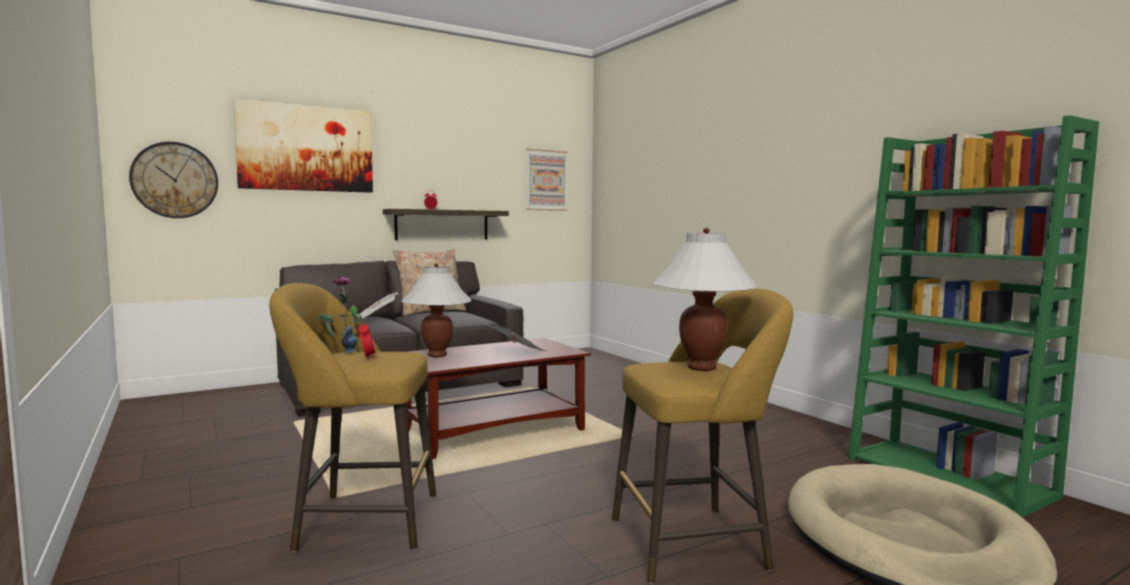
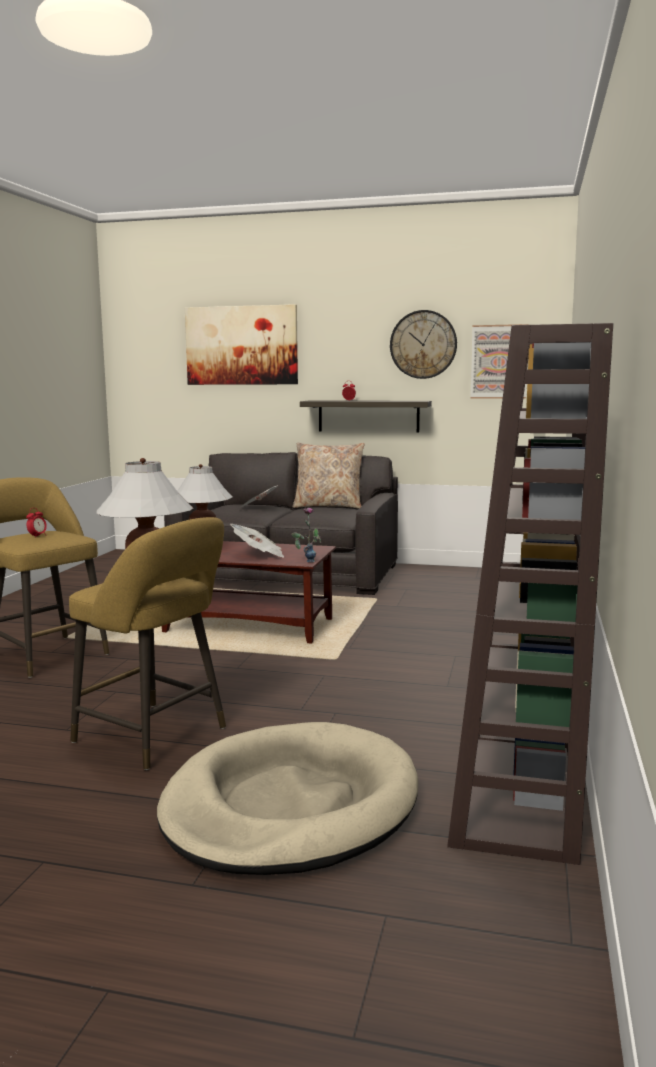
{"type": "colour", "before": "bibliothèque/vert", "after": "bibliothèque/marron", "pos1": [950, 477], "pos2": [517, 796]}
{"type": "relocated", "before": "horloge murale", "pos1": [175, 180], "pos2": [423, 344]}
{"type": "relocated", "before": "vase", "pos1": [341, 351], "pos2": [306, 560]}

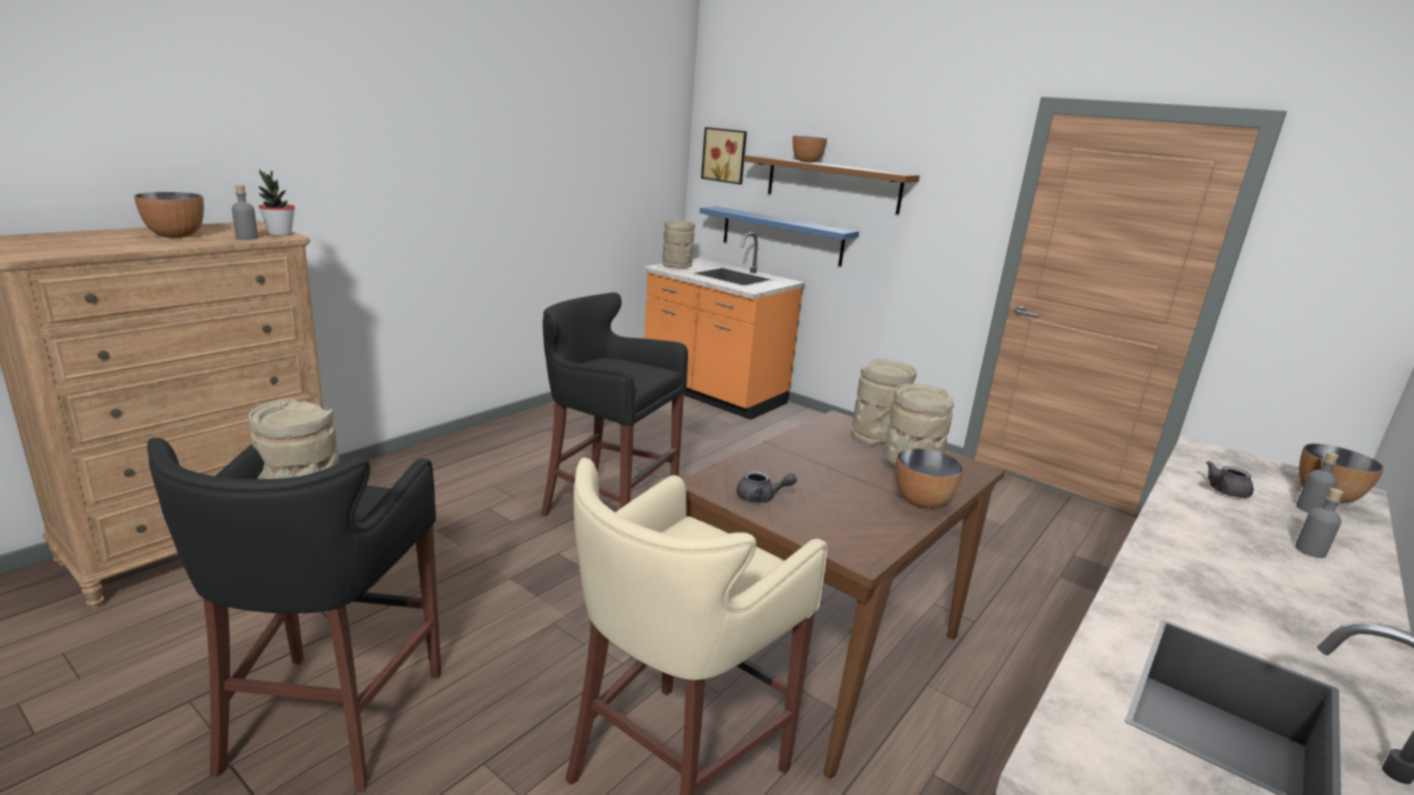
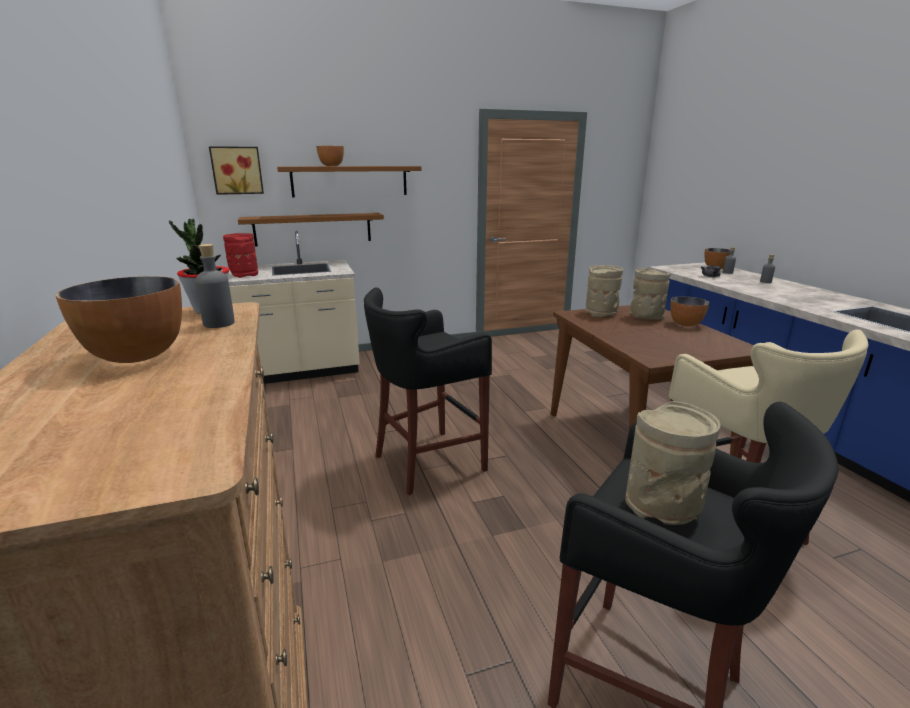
{"type": "colour", "before": "étagère/bleu", "after": "étagère/marron", "pos1": [781, 235], "pos2": [313, 229]}
{"type": "colour", "before": "vase/beige", "after": "vase/rouge", "pos1": [677, 266], "pos2": [244, 274]}
{"type": "colour", "before": "comptoir de cuisine/orange", "after": "comptoir de cuisine/beige", "pos1": [712, 395], "pos2": [302, 371]}
{"type": "missing", "before": "théière/gris", "pos1": [761, 498]}

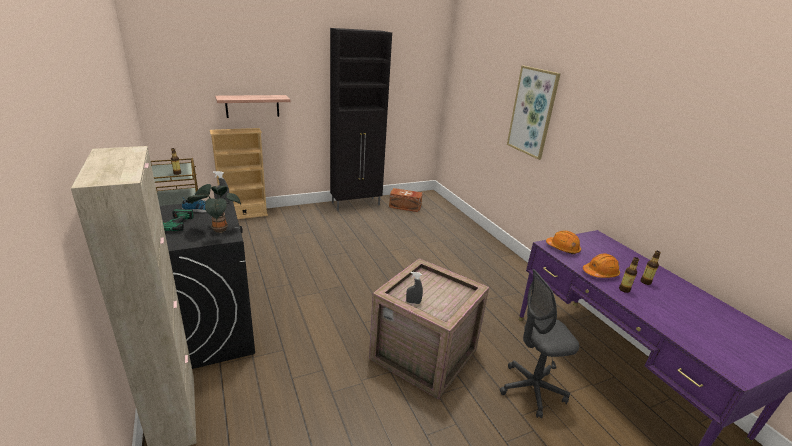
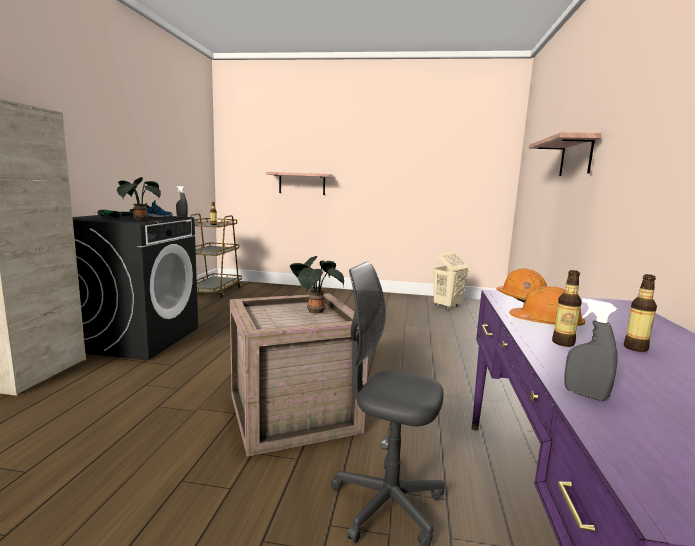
{"type": "missing", "before": "meuble de rangement/noir", "pos1": [356, 204]}
{"type": "exchanged", "before": "tableau", "after": "étagère", "pos1": [532, 112], "pos2": [576, 157]}
{"type": "missing", "before": "bibliothèque/beige", "pos1": [244, 215]}
{"type": "exchanged", "before": "boîte de rangement/marron", "after": "panier à linge/beige", "pos1": [405, 207], "pos2": [447, 306]}
{"type": "relocated", "before": "vaporisateur/gris", "pos1": [413, 302], "pos2": [585, 395]}
{"type": "appeared", "after": "plante en pot", "pos2": [314, 311]}

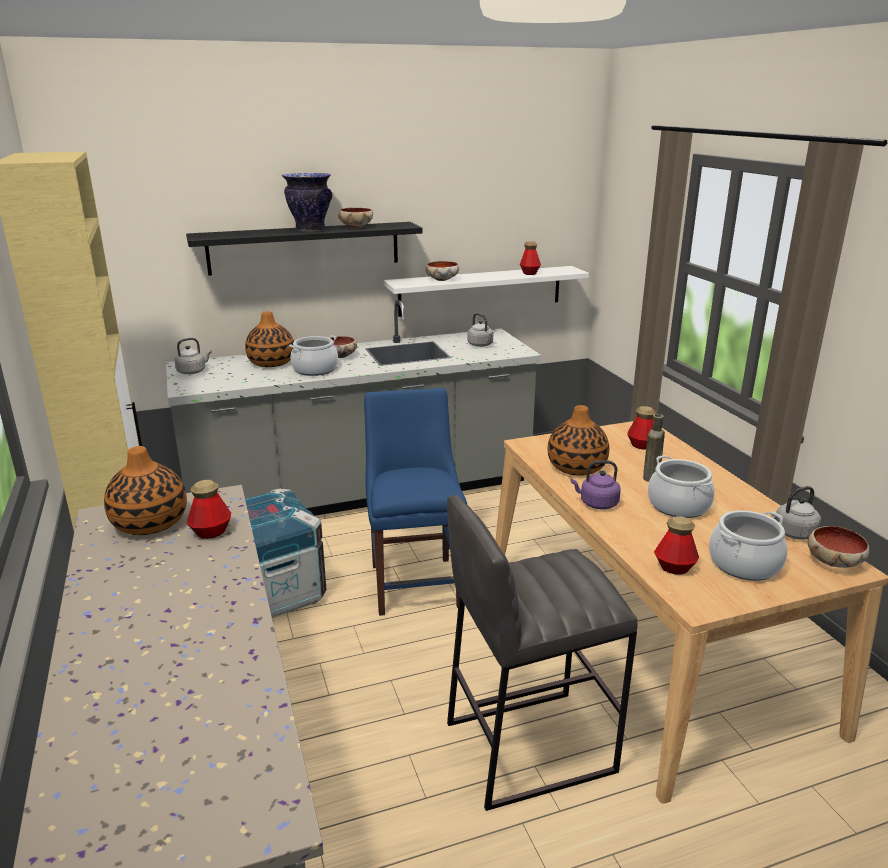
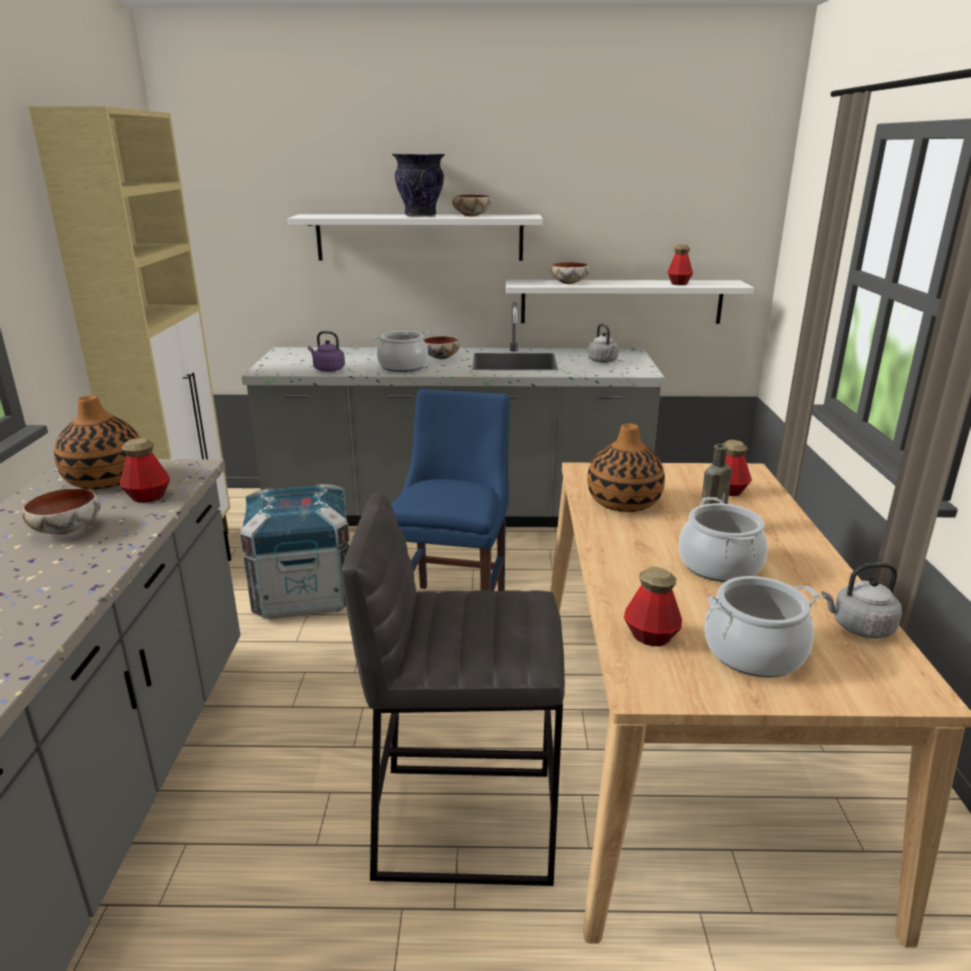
{"type": "colour", "before": "étagère/noir", "after": "étagère/blanc", "pos1": [304, 248], "pos2": [419, 237]}
{"type": "missing", "before": "vase", "pos1": [271, 363]}
{"type": "missing", "before": "bouilloire/gris", "pos1": [193, 371]}
{"type": "relocated", "before": "bouilloire/violet", "pos1": [596, 503], "pos2": [327, 369]}
{"type": "relocated", "before": "bol", "pos1": [833, 561], "pos2": [68, 529]}

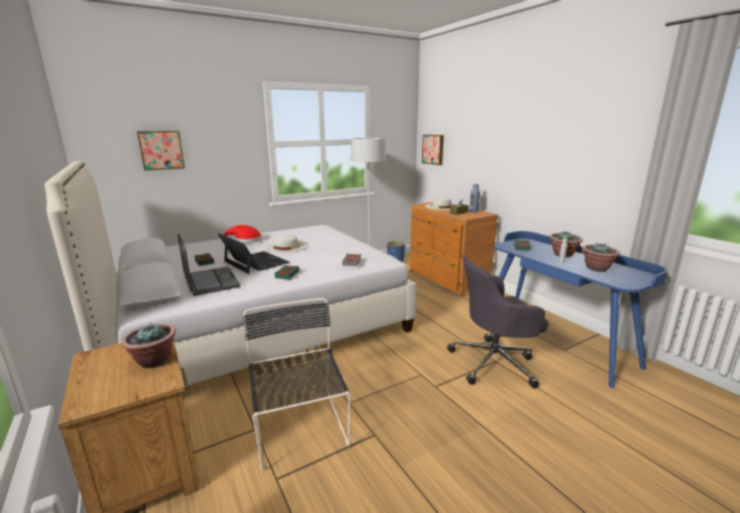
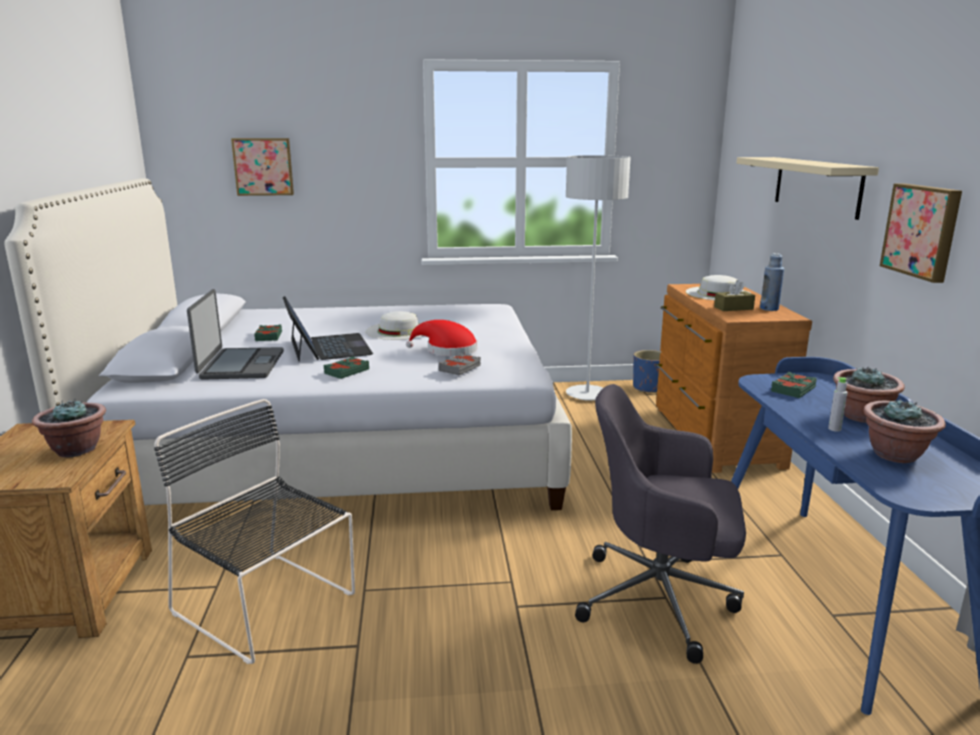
{"type": "relocated", "before": "tableau", "pos1": [433, 149], "pos2": [922, 231]}
{"type": "relocated", "before": "chapeau/rouge", "pos1": [245, 240], "pos2": [447, 350]}
{"type": "spun", "before": "chaise/noir", "pos1": [300, 430], "pos2": [268, 606], "turn": -60}
{"type": "appeared", "after": "étagère/beige", "pos2": [816, 185]}

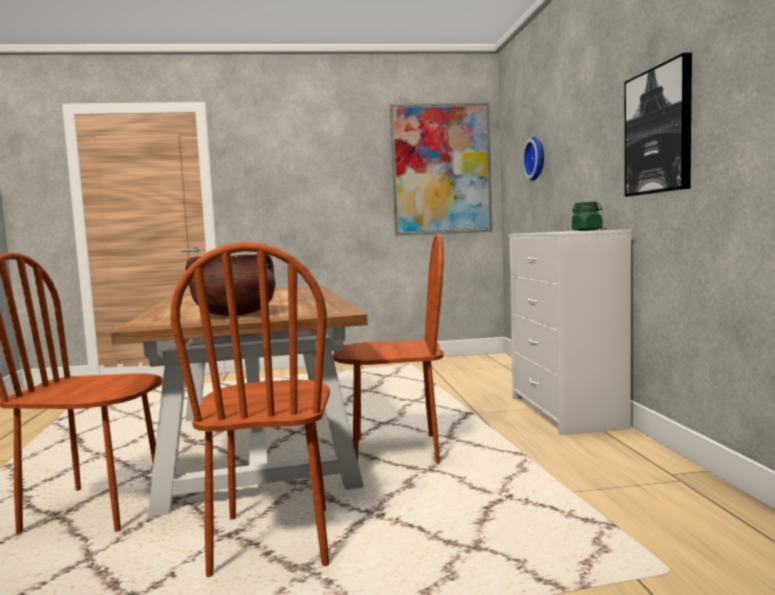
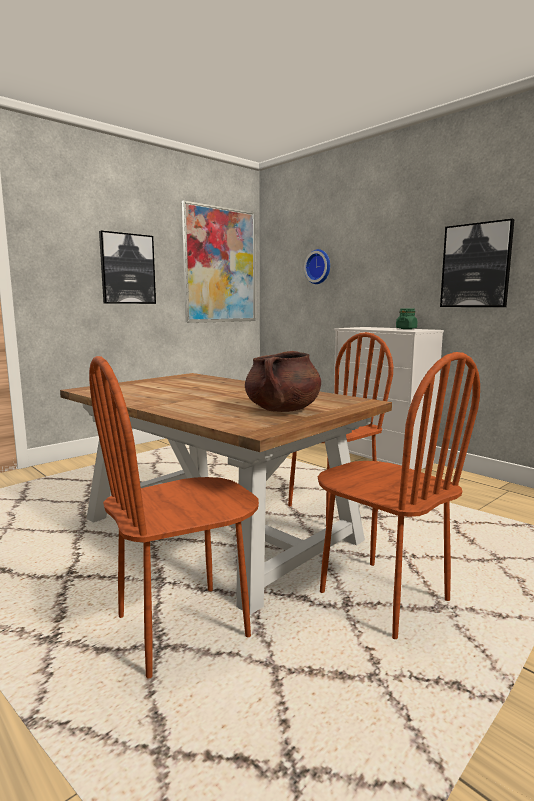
{"type": "appeared", "after": "tableau", "pos2": [127, 269]}

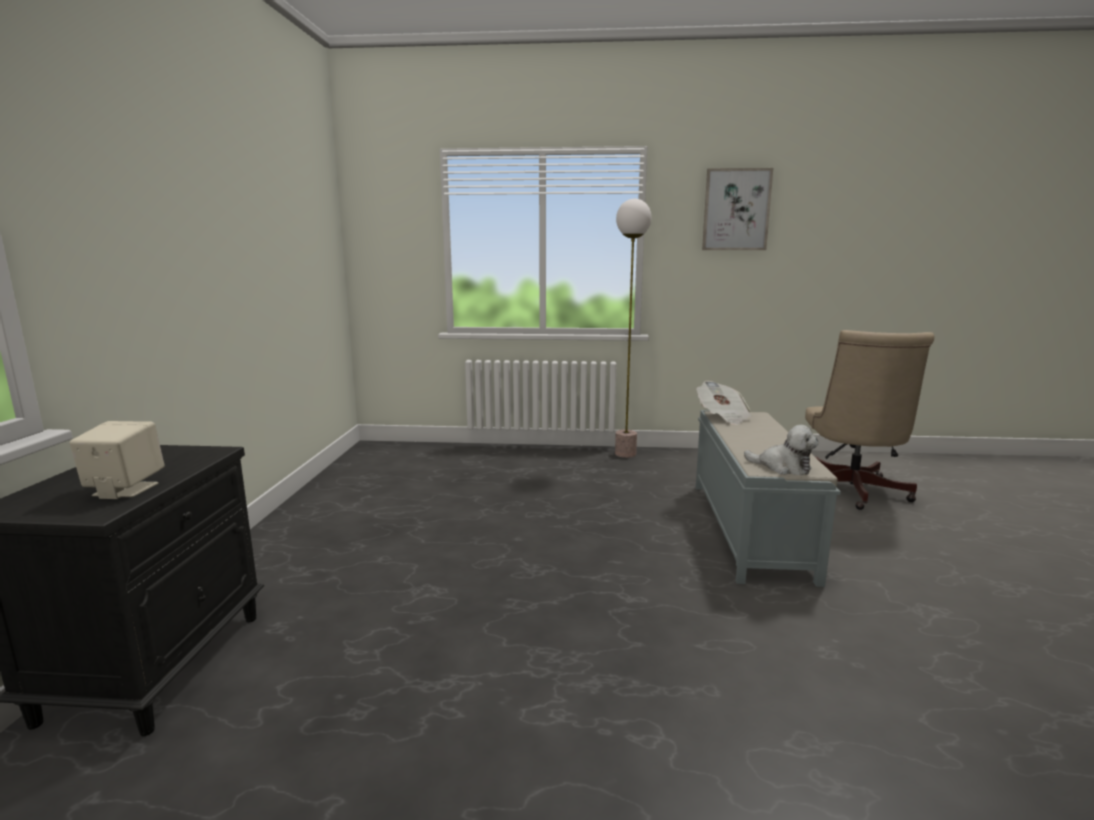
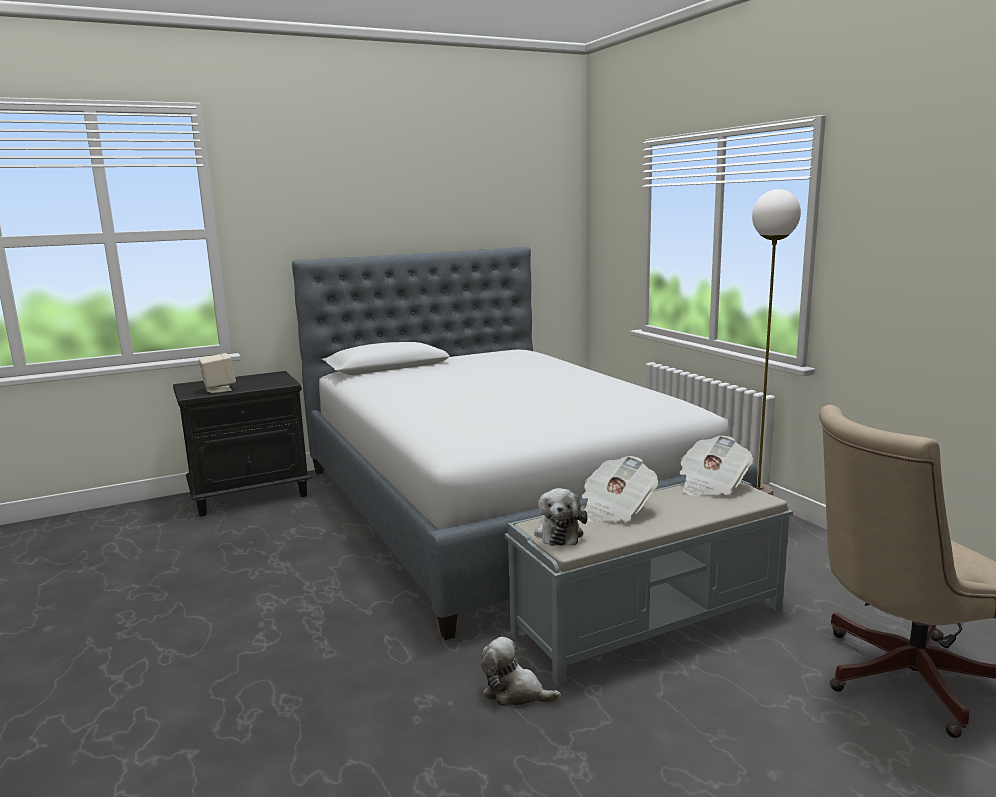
{"type": "missing", "before": "tableau", "pos1": [736, 210]}
{"type": "appeared", "after": "lit", "pos2": [499, 506]}
{"type": "appeared", "after": "journal", "pos2": [615, 510]}
{"type": "appeared", "after": "peluche", "pos2": [515, 692]}

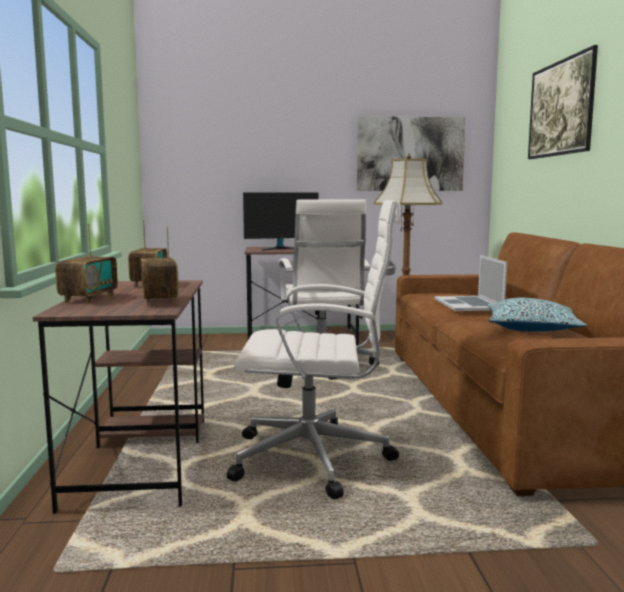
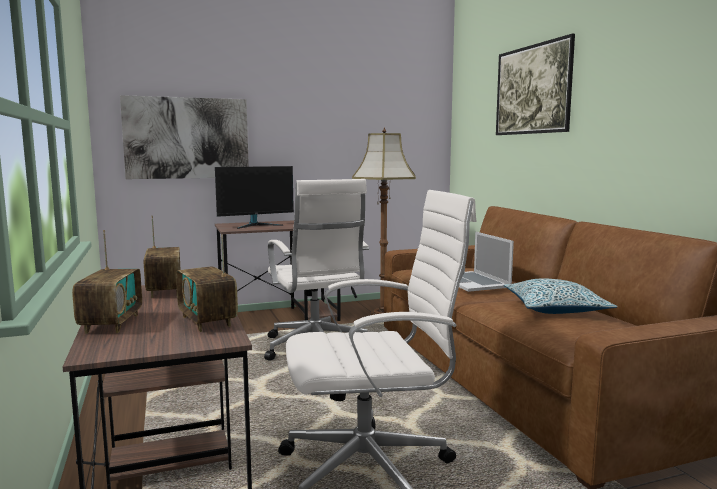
{"type": "relocated", "before": "tableau", "pos1": [410, 154], "pos2": [187, 138]}

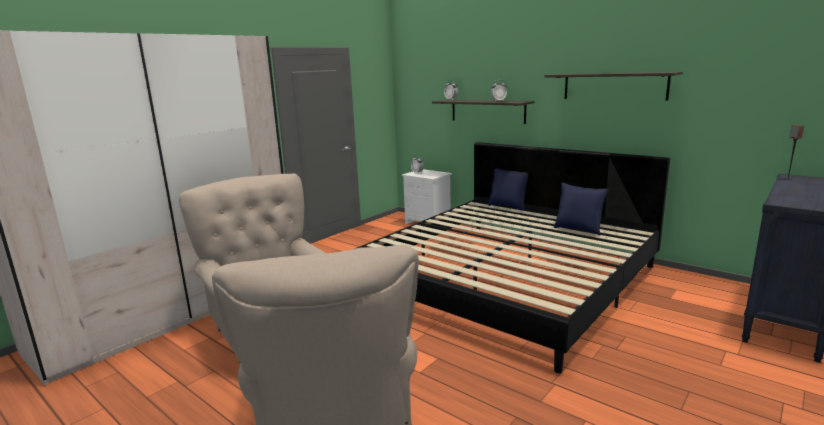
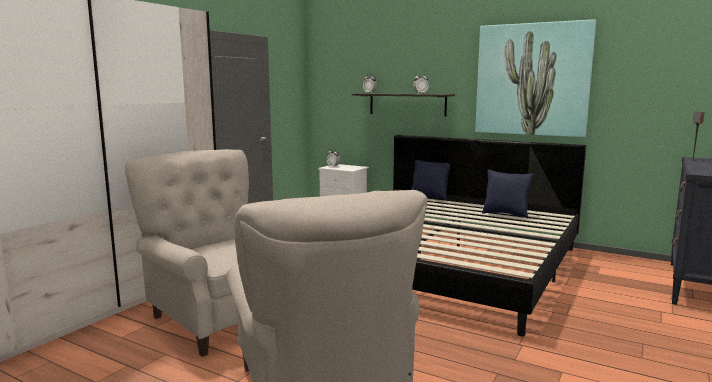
{"type": "exchanged", "before": "étagère", "after": "tableau", "pos1": [614, 86], "pos2": [532, 79]}

